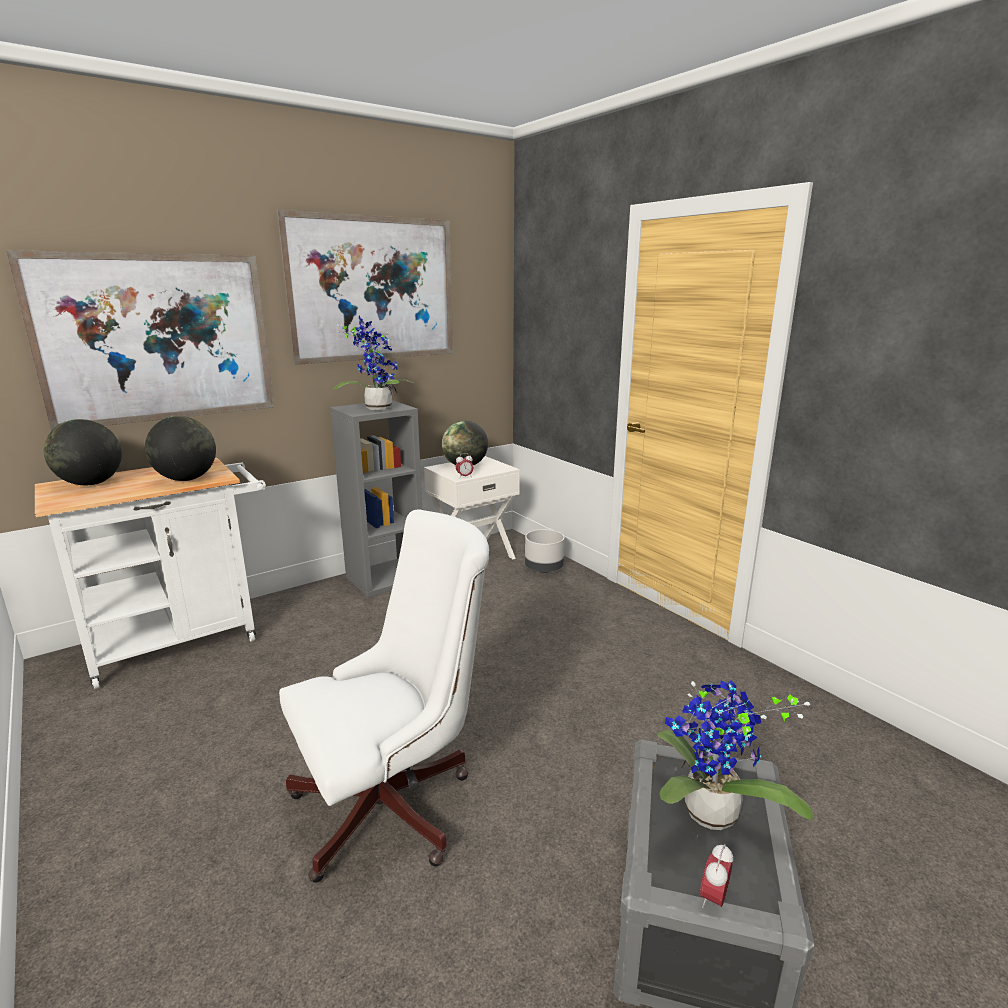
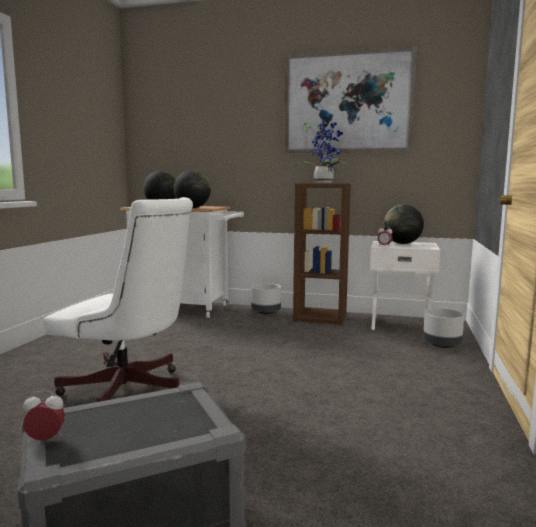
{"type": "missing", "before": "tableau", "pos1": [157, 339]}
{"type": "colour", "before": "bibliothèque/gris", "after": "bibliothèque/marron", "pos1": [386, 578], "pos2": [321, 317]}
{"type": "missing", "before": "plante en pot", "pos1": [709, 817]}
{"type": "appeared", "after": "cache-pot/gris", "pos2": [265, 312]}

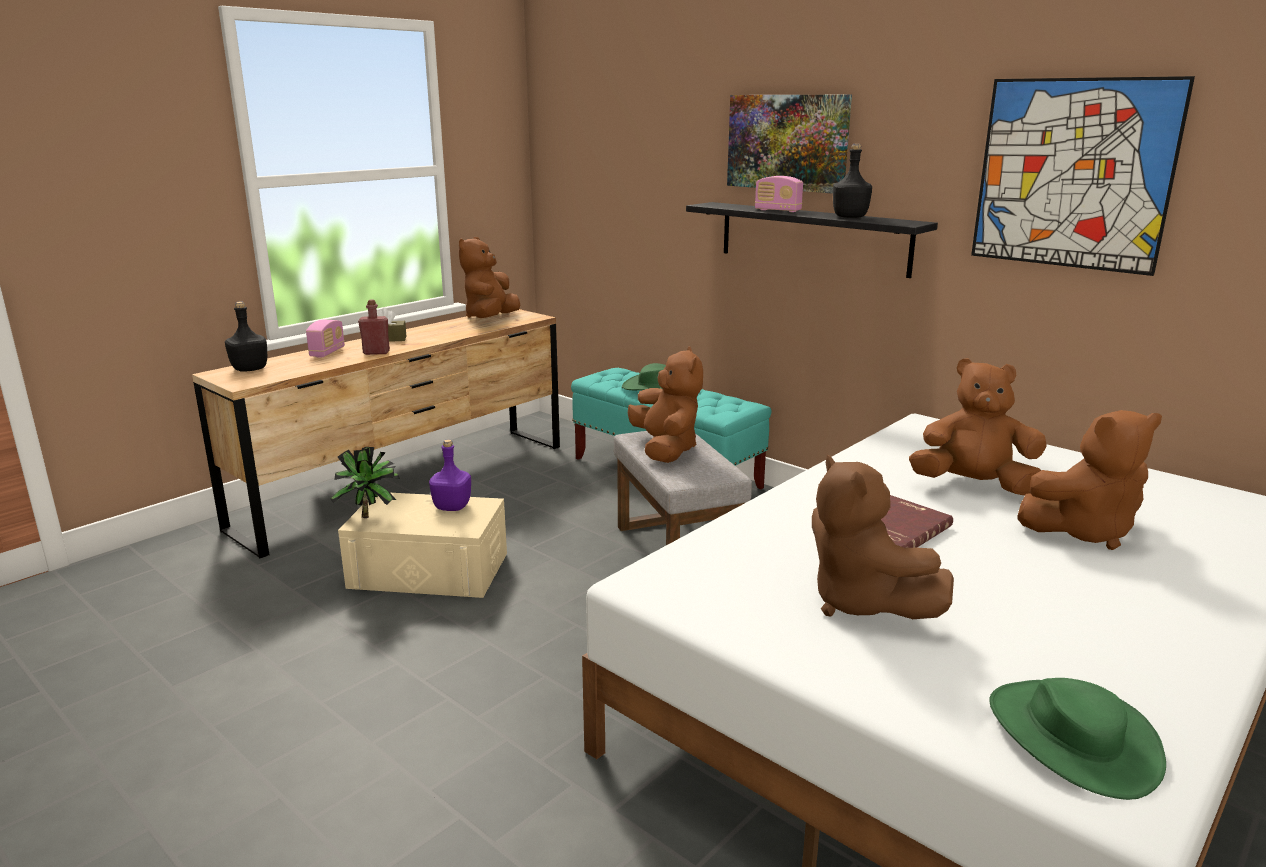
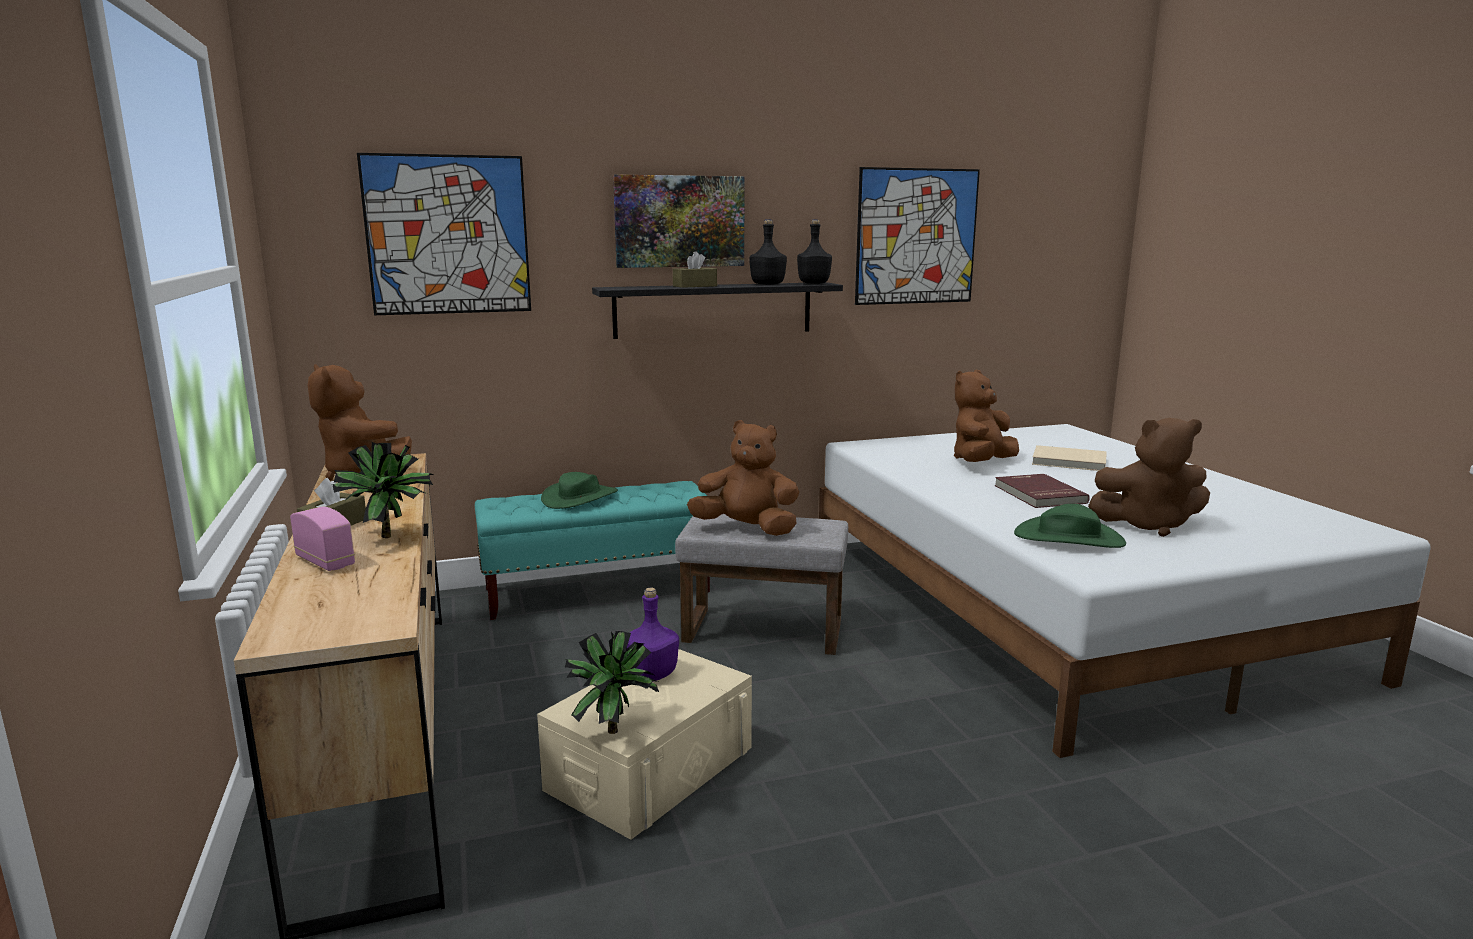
{"type": "exchanged", "before": "radio", "after": "boîte à mouchoirs/marron", "pos1": [777, 210], "pos2": [695, 286]}
{"type": "exchanged", "before": "bouteille/rouge", "after": "plante en pot", "pos1": [376, 352], "pos2": [392, 538]}
{"type": "relocated", "before": "bouteille/noir", "pos1": [249, 369], "pos2": [814, 283]}
{"type": "exchanged", "before": "peluche/marron", "after": "livre/beige", "pos1": [1083, 531], "pos2": [1069, 462]}
{"type": "relocated", "before": "chapeau/vert", "pos1": [1072, 737], "pos2": [1069, 538]}
{"type": "appeared", "after": "tableau", "pos2": [448, 235]}

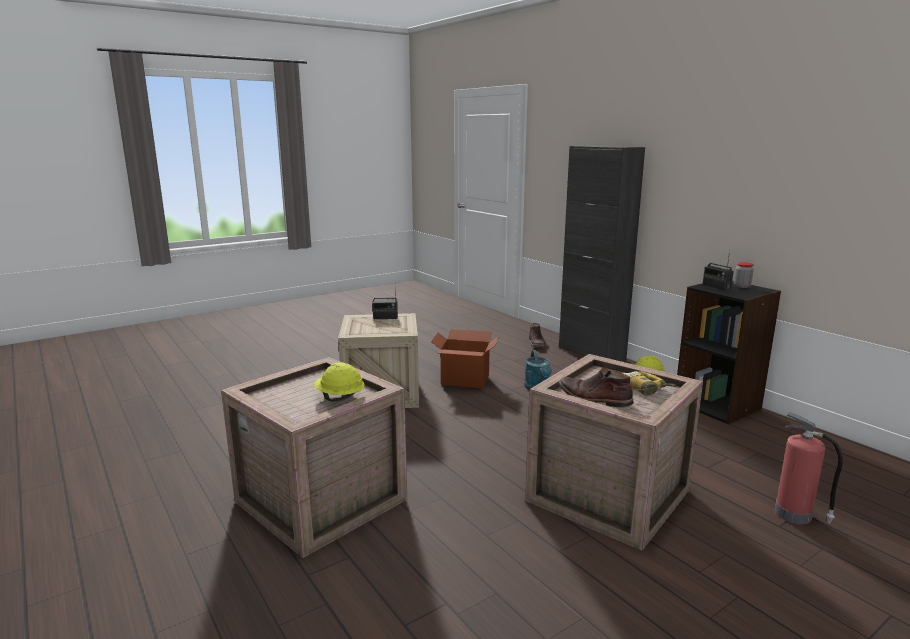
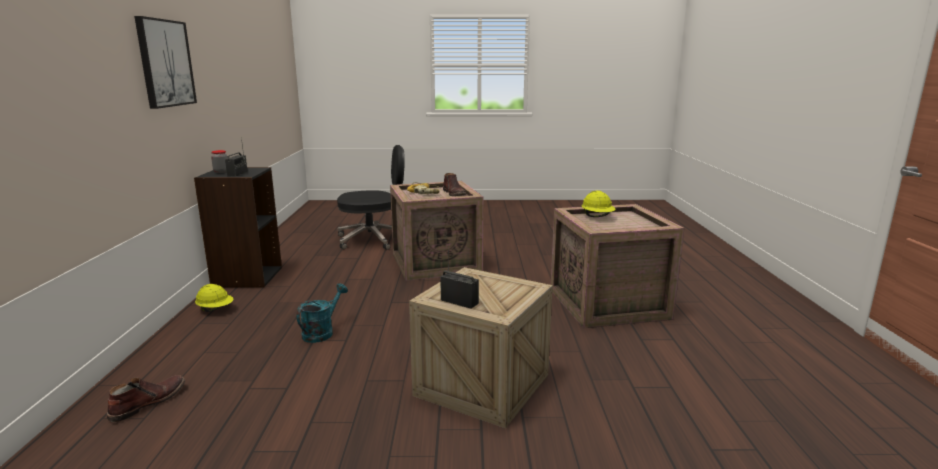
{"type": "missing", "before": "meuble de rangement/noir", "pos1": [591, 353]}
{"type": "missing", "before": "carton", "pos1": [465, 380]}
{"type": "exchanged", "before": "extincteur", "after": "chaise de bureau/noir", "pos1": [795, 515], "pos2": [373, 239]}
{"type": "appeared", "after": "tableau", "pos2": [165, 63]}

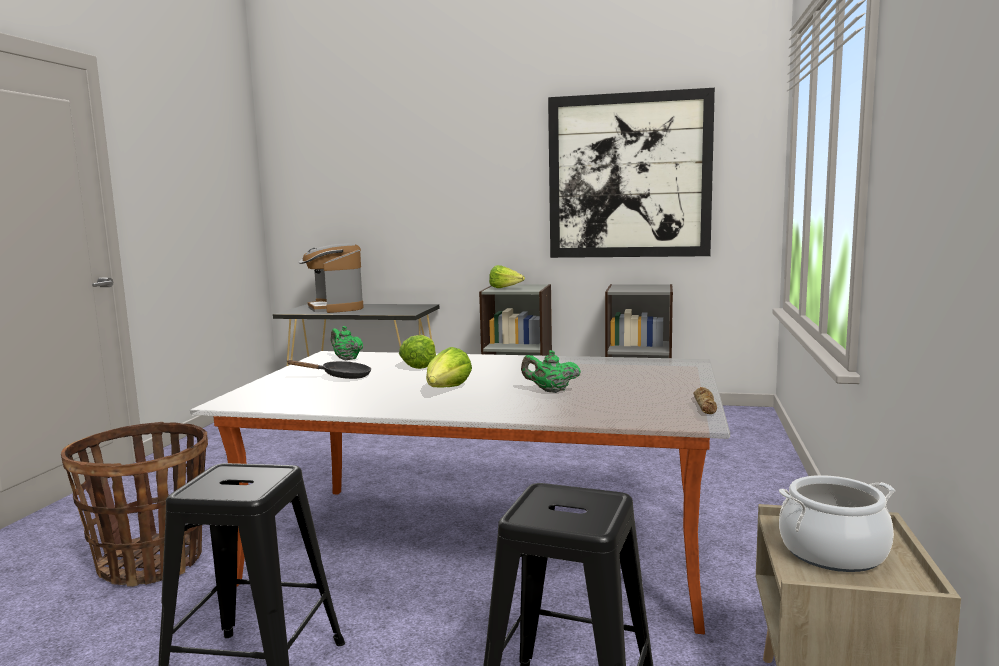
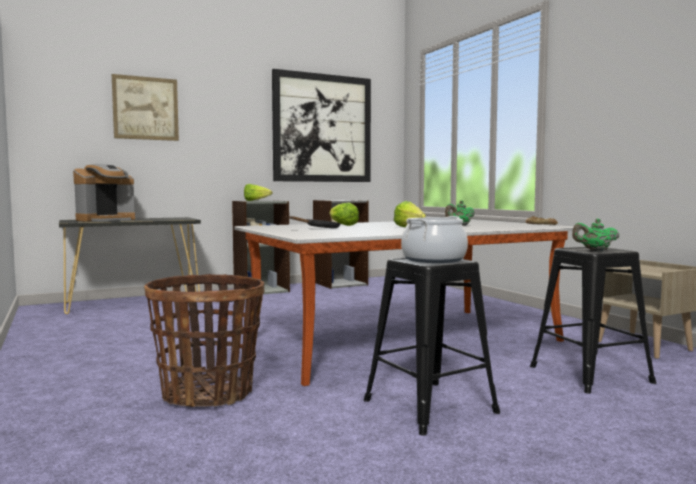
{"type": "spun", "before": "machine à café", "pos1": [335, 308], "pos2": [106, 220], "turn": -75}
{"type": "relocated", "before": "théière/vert", "pos1": [346, 359], "pos2": [595, 250]}
{"type": "relocated", "before": "marmite", "pos1": [833, 552], "pos2": [434, 260]}
{"type": "appeared", "after": "tableau", "pos2": [145, 108]}

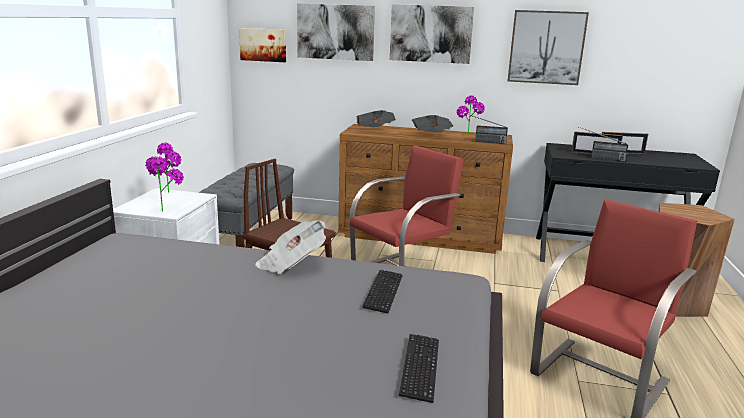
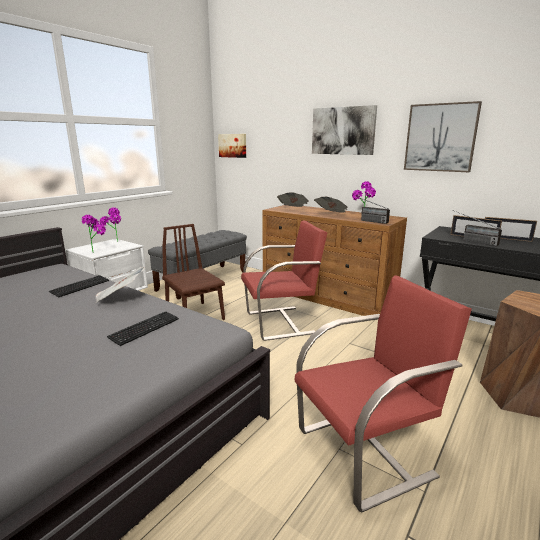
{"type": "missing", "before": "tableau", "pos1": [335, 32]}
{"type": "relocated", "before": "clavier", "pos1": [420, 368], "pos2": [80, 287]}

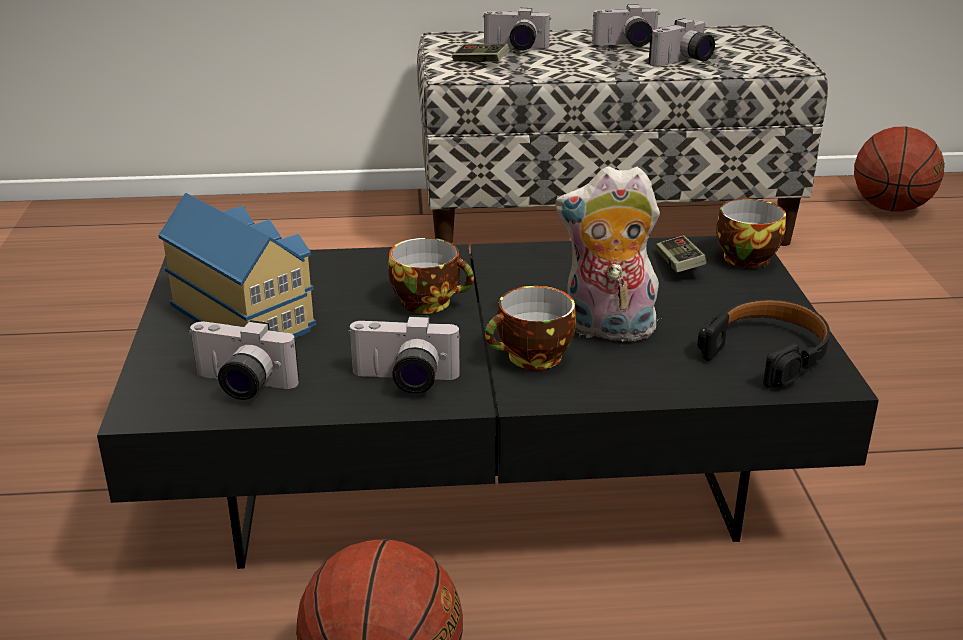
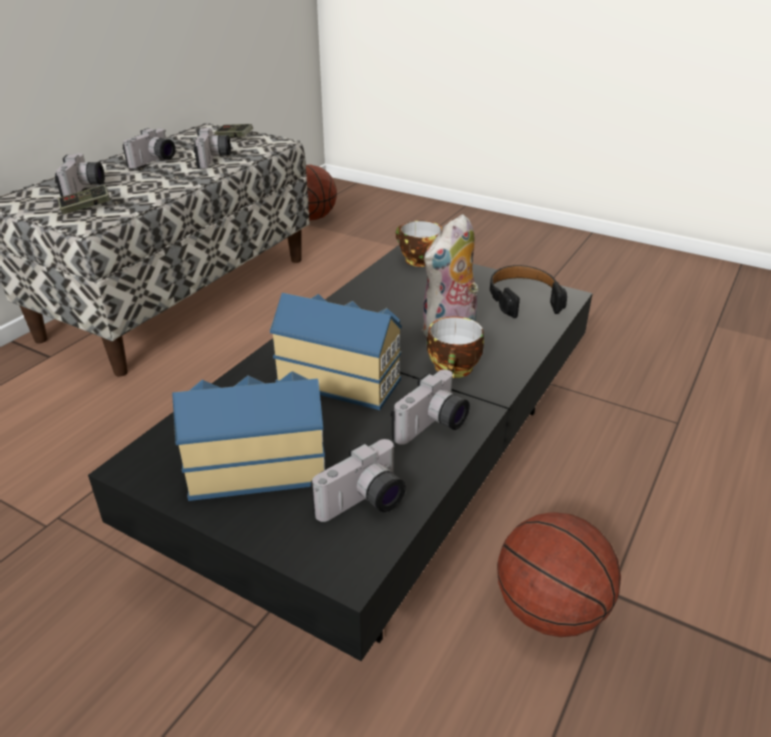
{"type": "spun", "before": "appareil photo", "pos1": [515, 48], "pos2": [85, 189], "turn": -45}
{"type": "relocated", "before": "manette", "pos1": [679, 265], "pos2": [234, 137]}
{"type": "exchanged", "before": "tasse", "after": "maison miniature", "pos1": [430, 302], "pos2": [340, 377]}

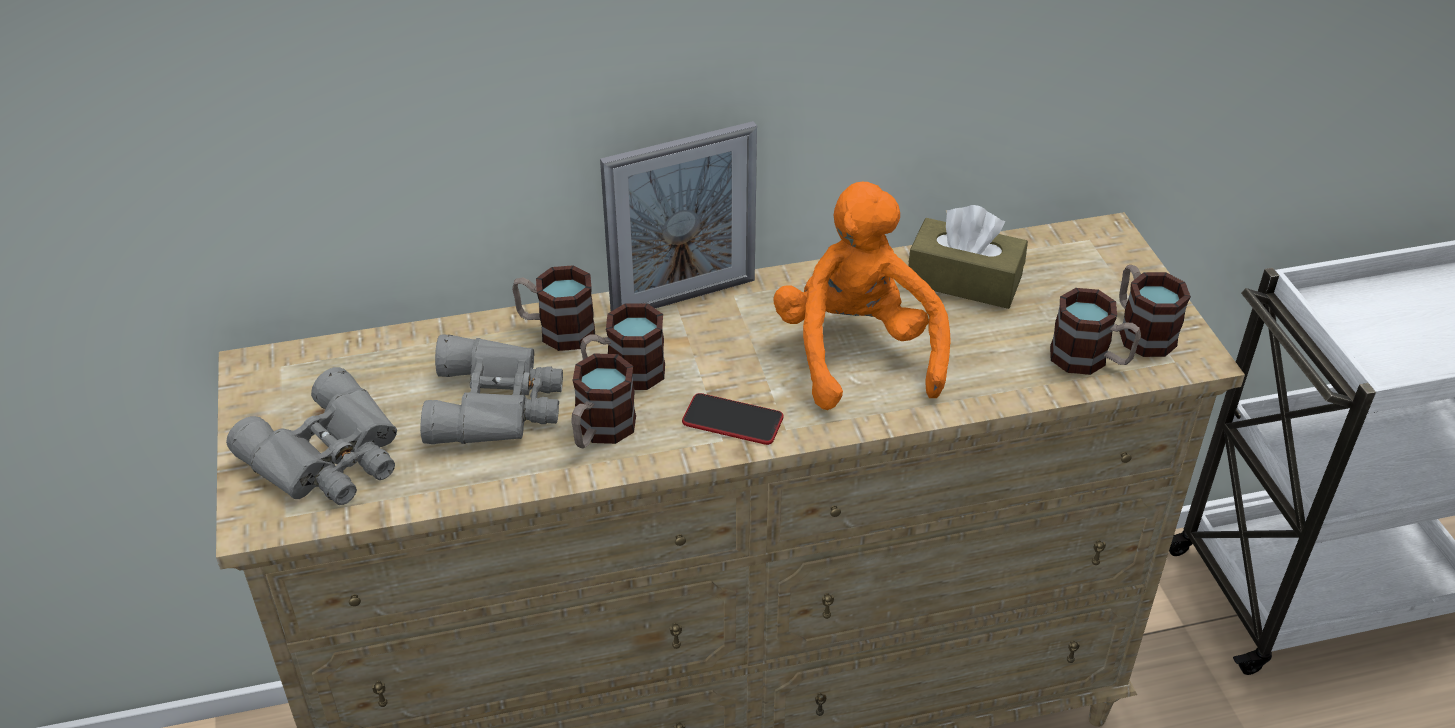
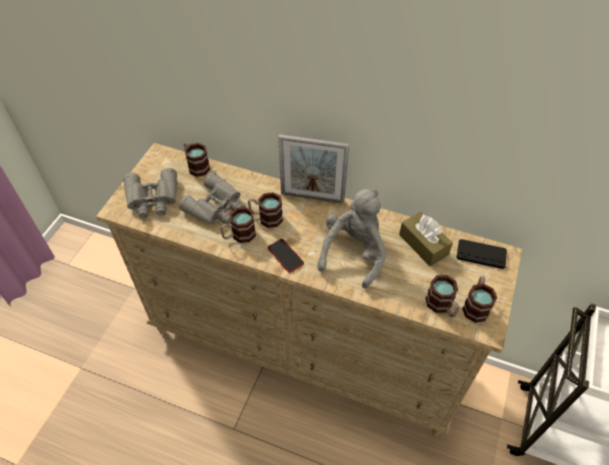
{"type": "colour", "before": "peluche/orange", "after": "peluche/gris", "pos1": [856, 352], "pos2": [353, 253]}
{"type": "relocated", "before": "mug", "pos1": [556, 330], "pos2": [196, 165]}
{"type": "appeared", "after": "manette/noir", "pos2": [481, 254]}

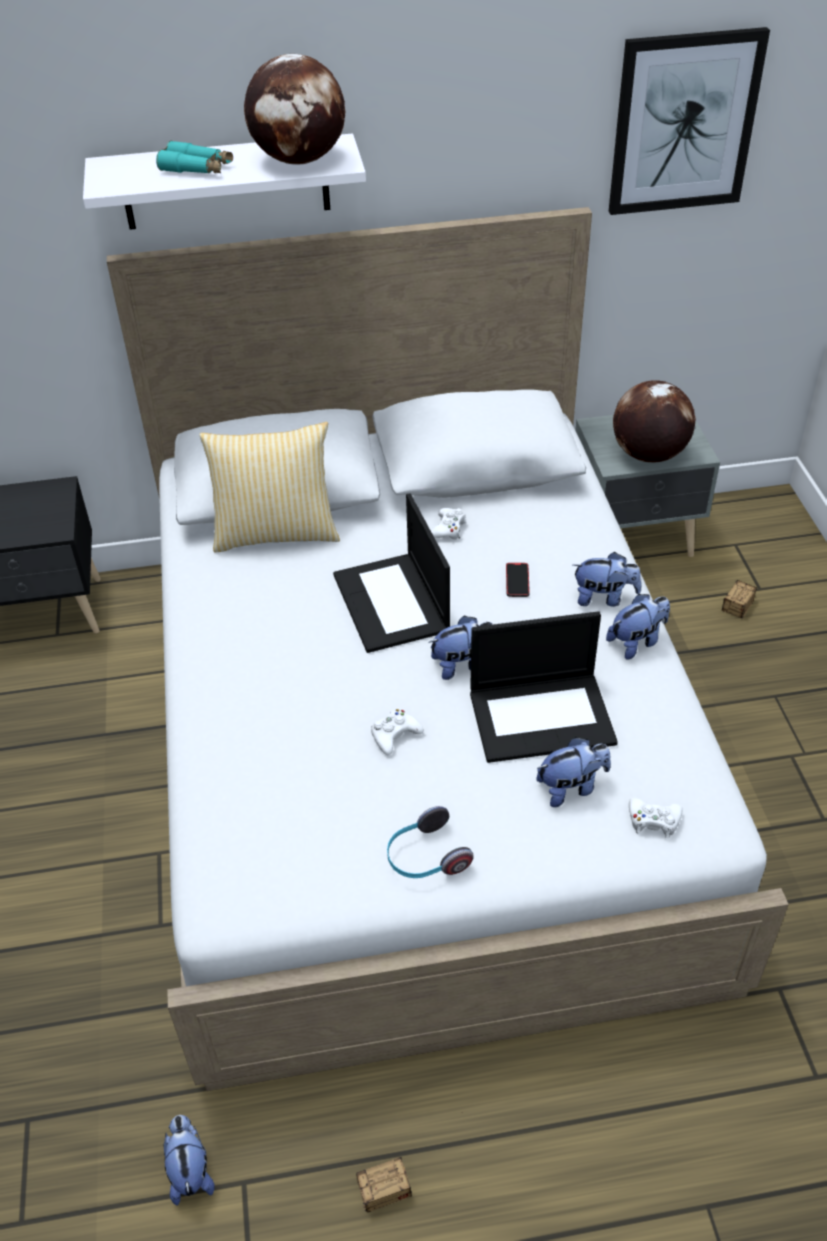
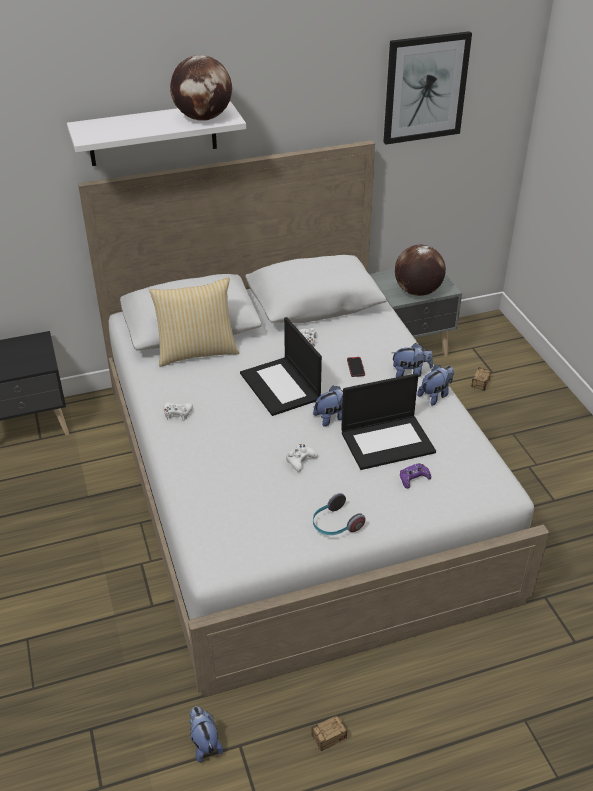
{"type": "missing", "before": "jumelles/turquoise", "pos1": [197, 168]}
{"type": "exchanged", "before": "peluche", "after": "manette/violet", "pos1": [571, 787], "pos2": [414, 478]}
{"type": "relocated", "before": "manette/blanc", "pos1": [653, 821], "pos2": [177, 413]}

